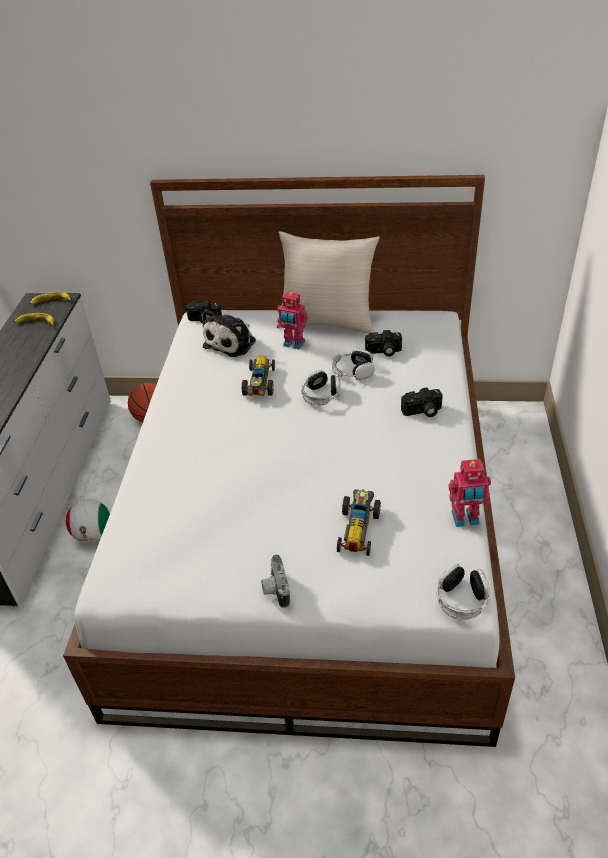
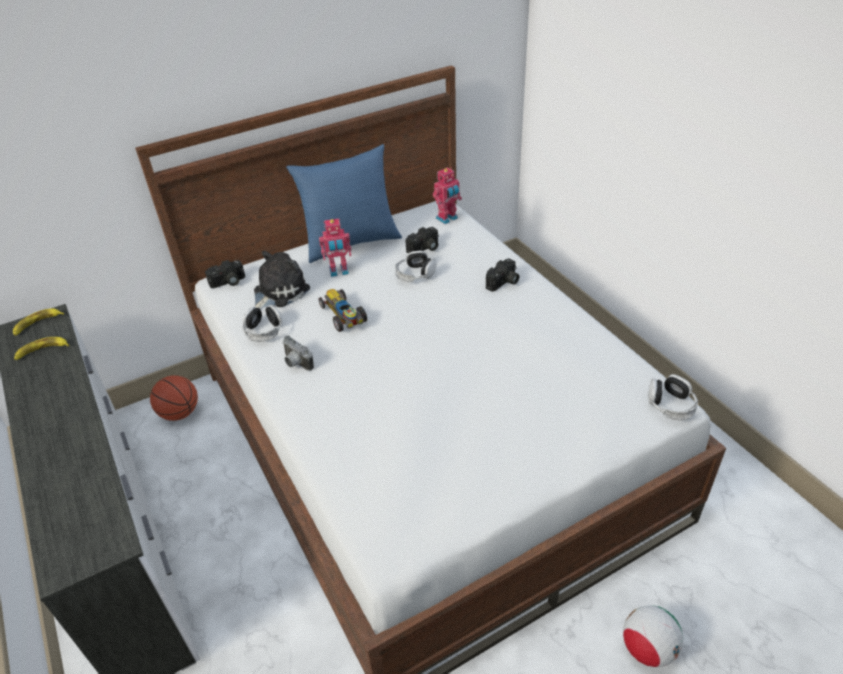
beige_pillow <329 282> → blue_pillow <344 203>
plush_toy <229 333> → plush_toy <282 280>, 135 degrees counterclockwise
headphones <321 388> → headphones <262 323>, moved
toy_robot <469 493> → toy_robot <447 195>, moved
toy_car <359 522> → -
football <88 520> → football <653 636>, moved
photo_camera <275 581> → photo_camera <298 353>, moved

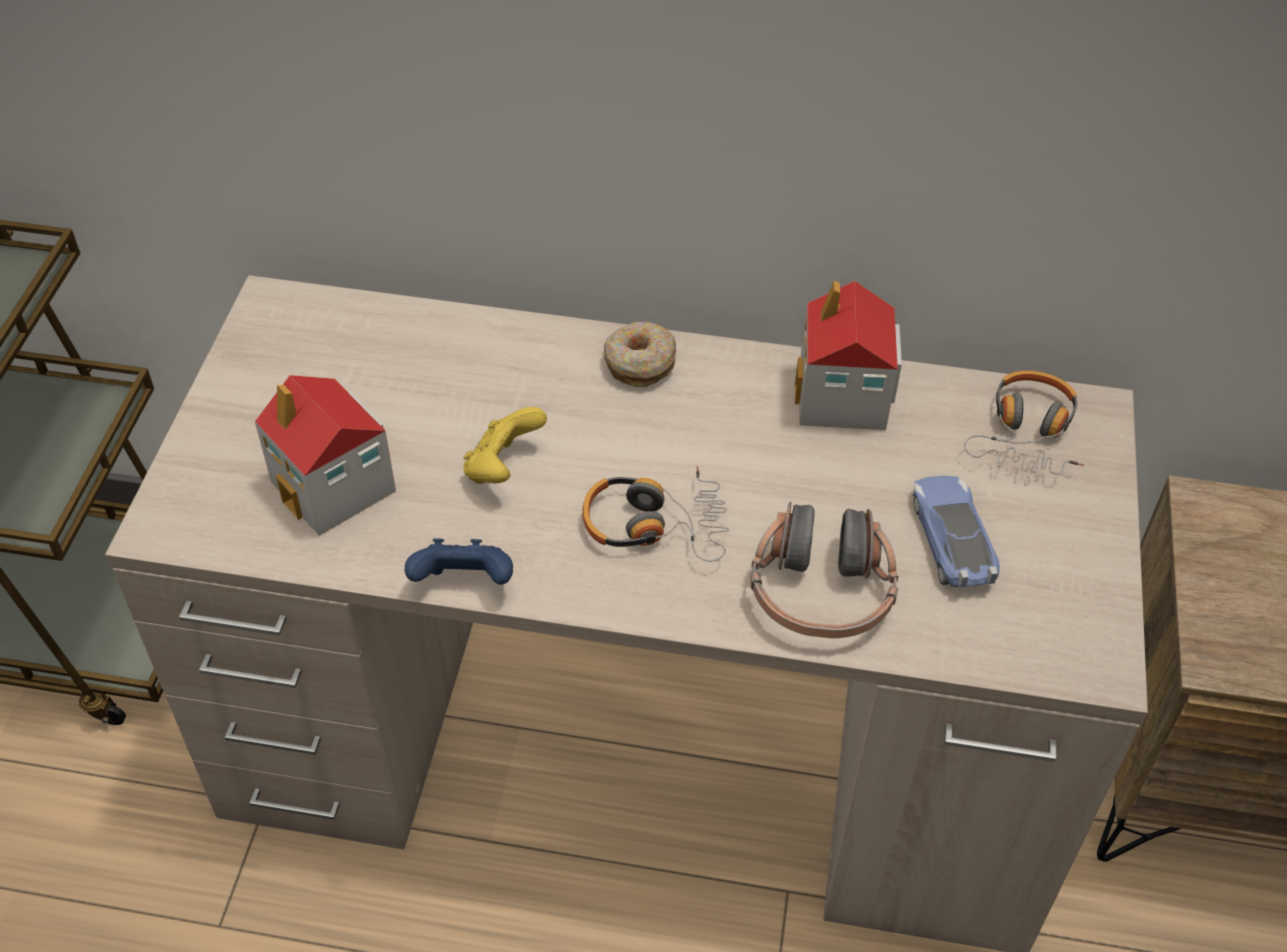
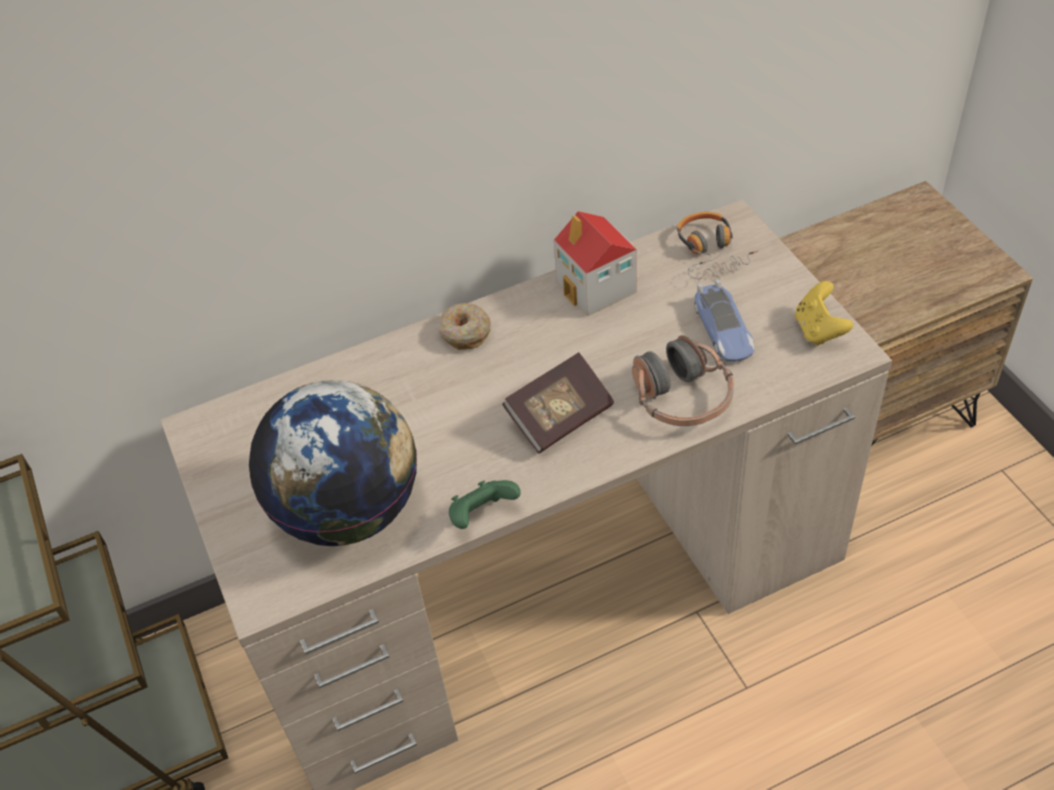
toy_house <325 455> → globe <333 463>
yellow_game_controller <505 445> → yellow_game_controller <824 313>, moved
headphones <656 514> → book <558 403>
toy_car <956 532> → toy_car <724 320>, 150 degrees counterclockwise
blue_game_controller <459 561> → green_game_controller <485 504>

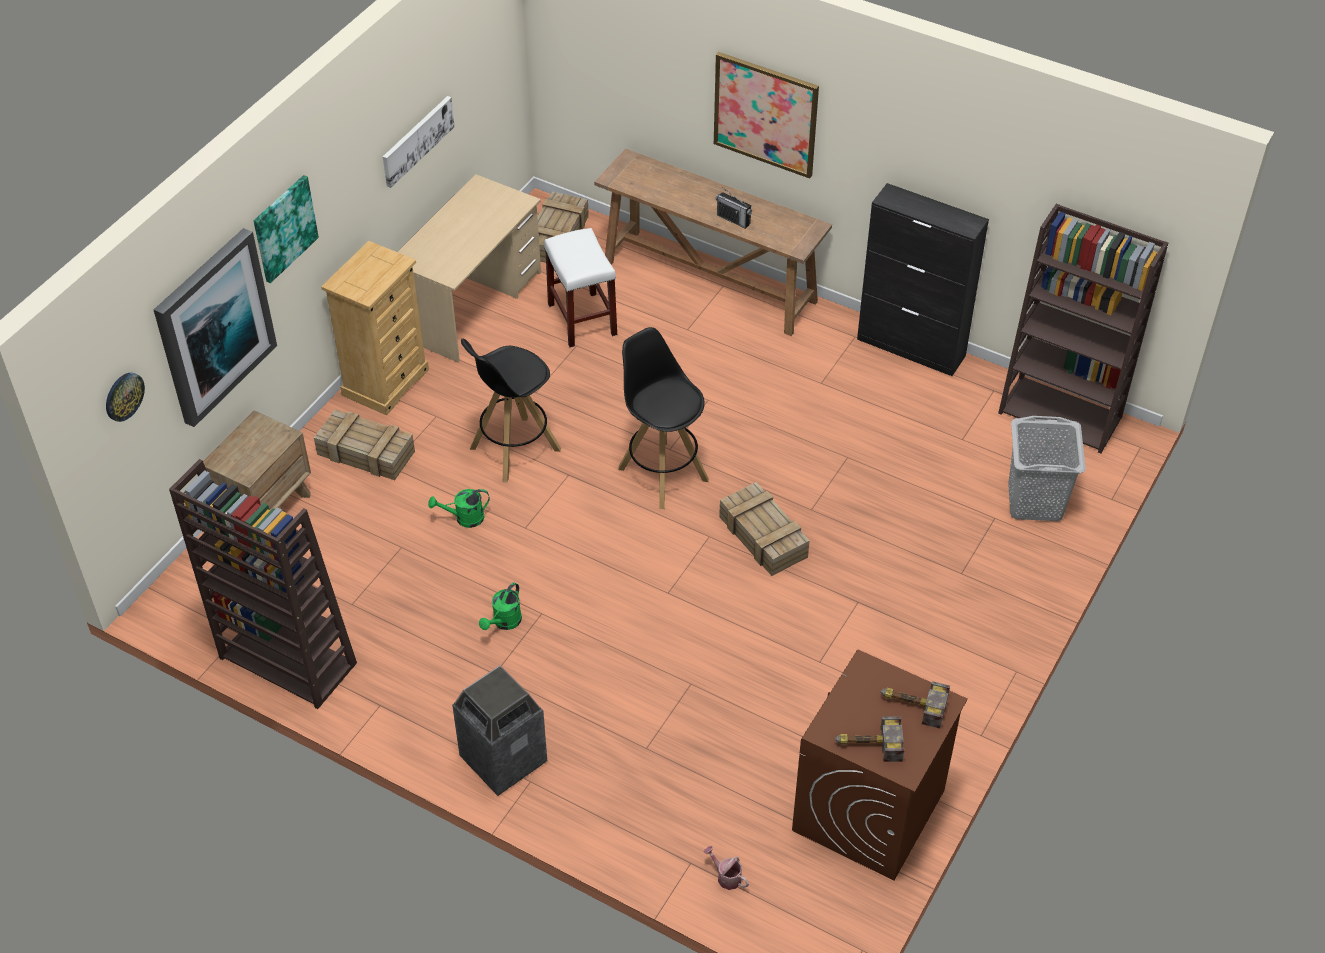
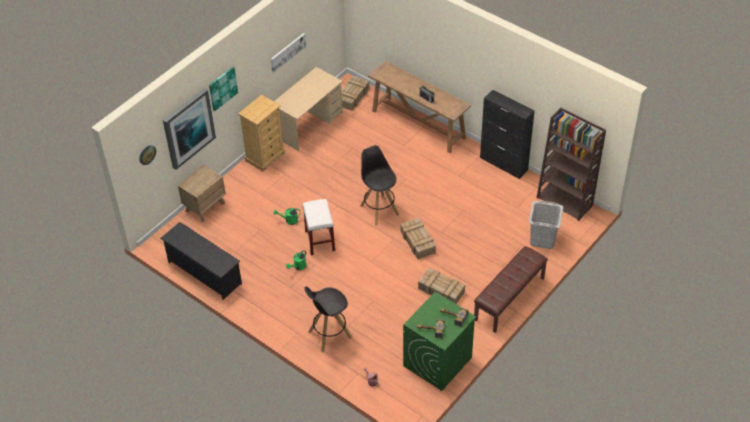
picture <766 115> → -
white_stool <580 288> → white_stool <319 227>, moved
black_stool <511 410> → black_stool <328 319>, moved
crate <364 444> → crate <441 286>, moved
brown_bookcase <263 584> → black_shoe_rack <201 261>
brown_washing_machine <880 765> → green_washing_machine <439 341>
trash_can <499 730> → -
- → brown_bench <511 289>

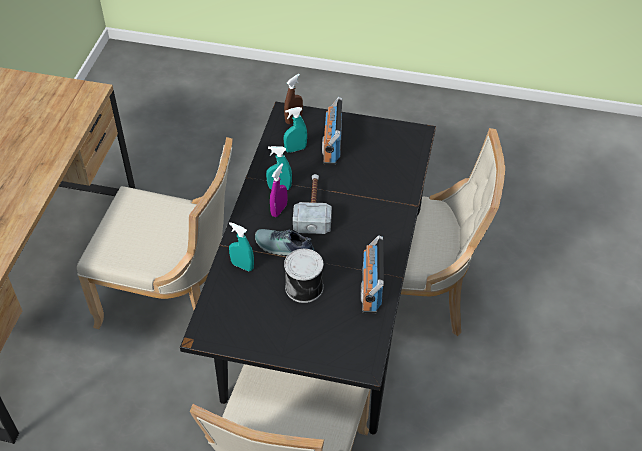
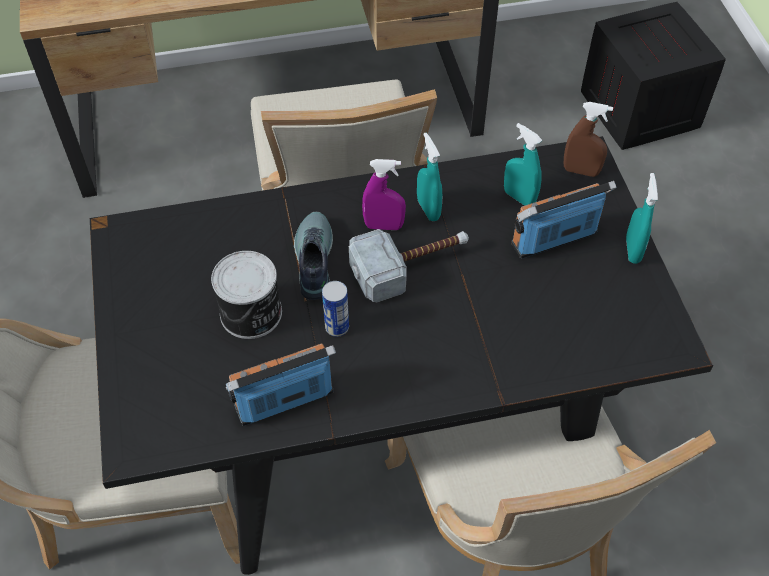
turquoise_spray_bottle <241 246> → turquoise_spray_bottle <642 218>, moved
- → crate <653 76>
- → can <335 309>

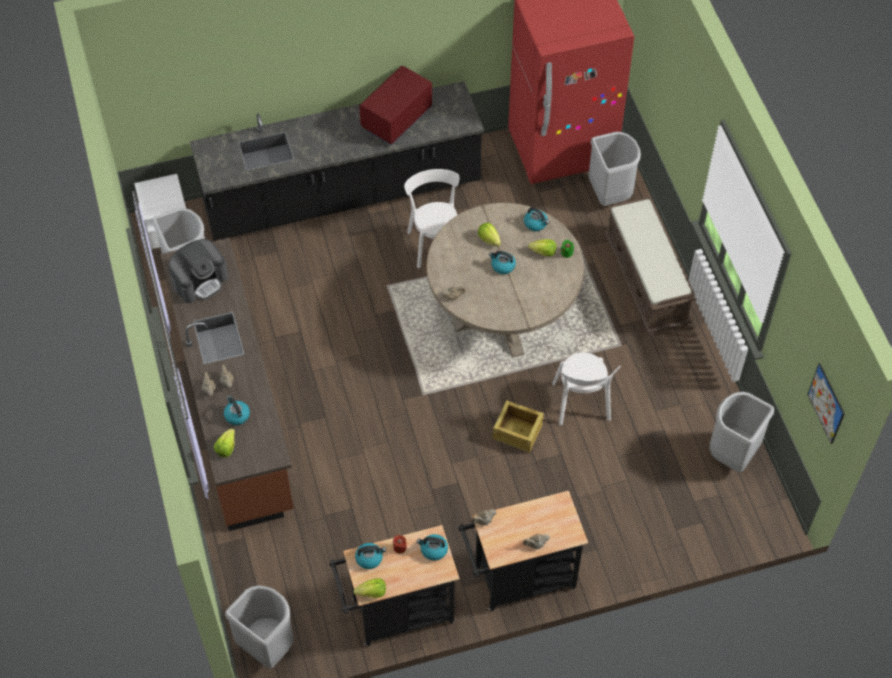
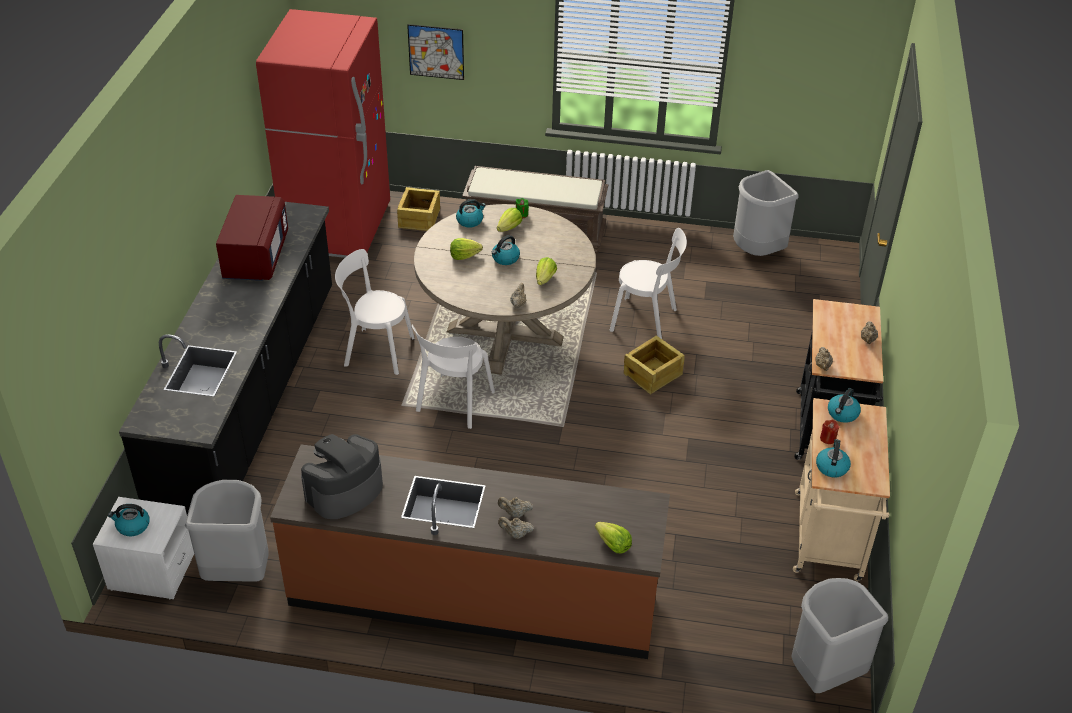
red_microwave <395 105> → red_microwave <252 238>, 150 degrees counterclockwise
grey_trash_can <614 169> → crate <418 209>
coffee_machine <198 271> → coffee_machine <342 476>, 120 degrees counterclockwise
picture <826 403> → picture <435 52>, moved
kettle <237 410> → kettle <128 520>, moved
black_cart <394 585> → beige_cart <841 489>
lettuce <369 588> → lettuce <546 271>, moved
- → white_chair <453 377>

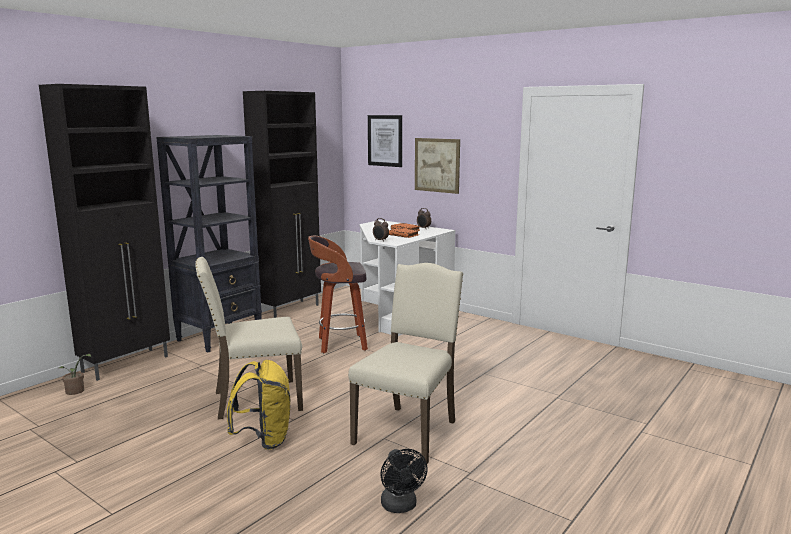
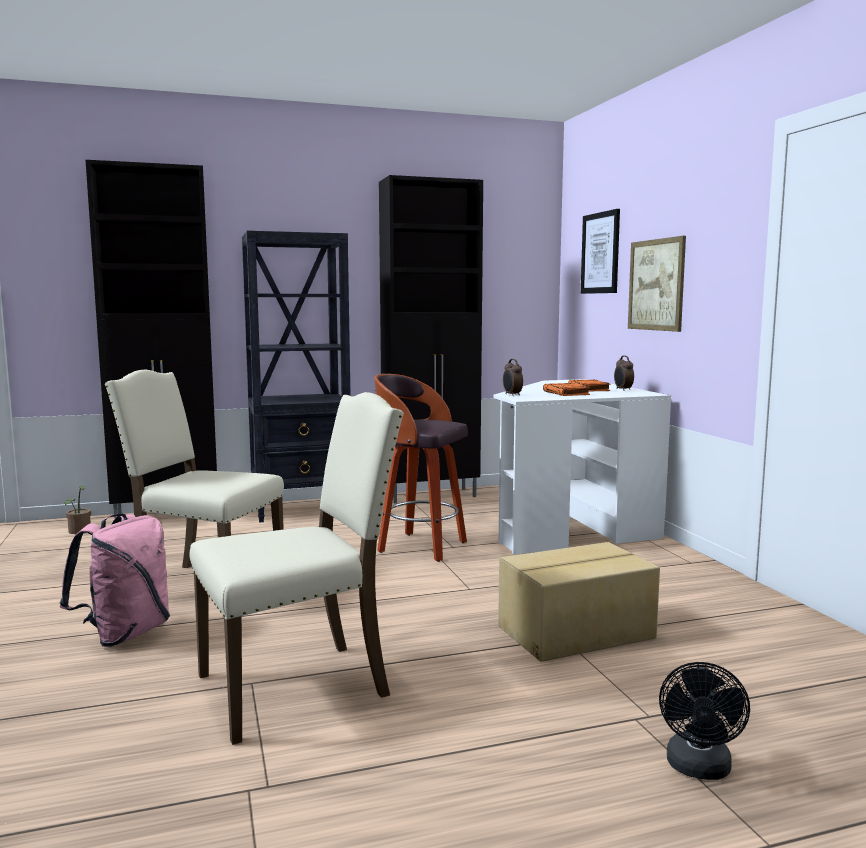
yellow_backpack <258 405> → pink_backpack <114 580>
black_fan <404 481> → black_fan <704 721>, moved
- → cardboard_box <579 602>

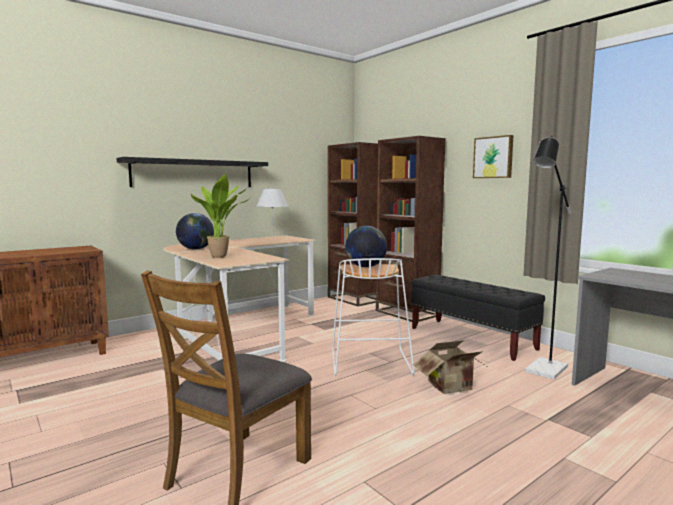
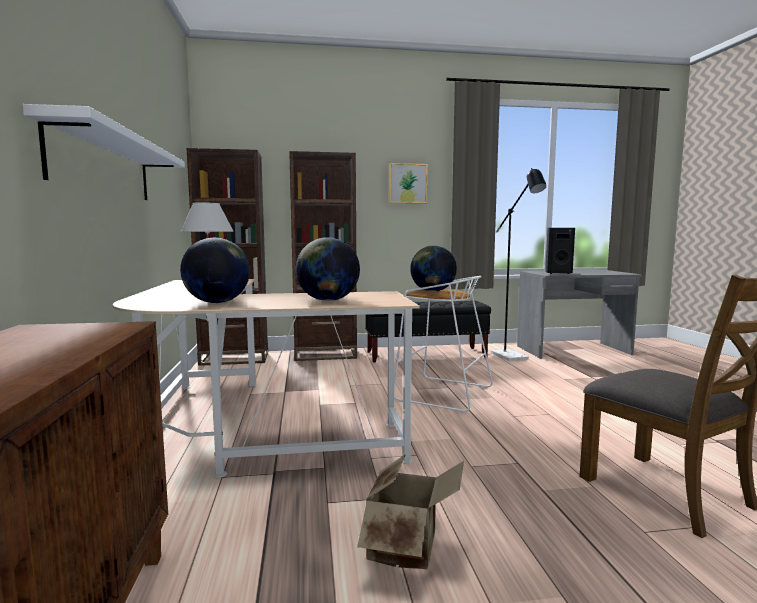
black_shelf <192 172> → white_shelf <103 152>
potted_plant <221 216> → globe <328 269>
cardboard_box <451 367> → cardboard_box <410 512>, moved
- → black_speaker <560 251>

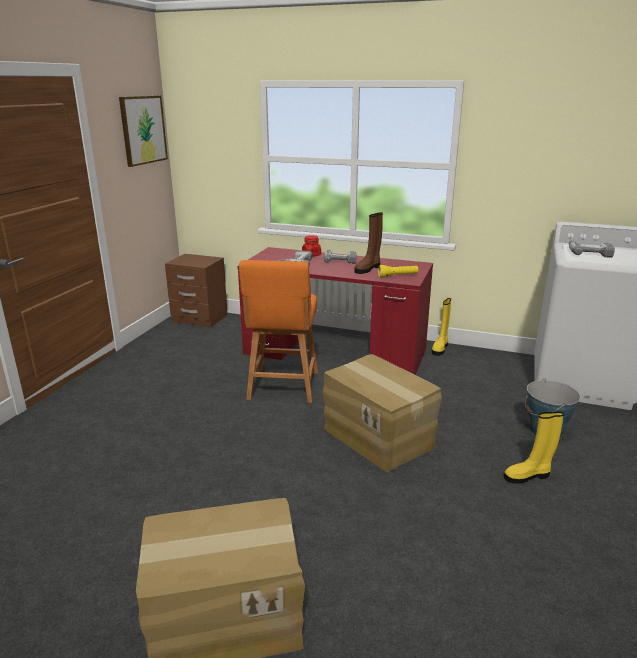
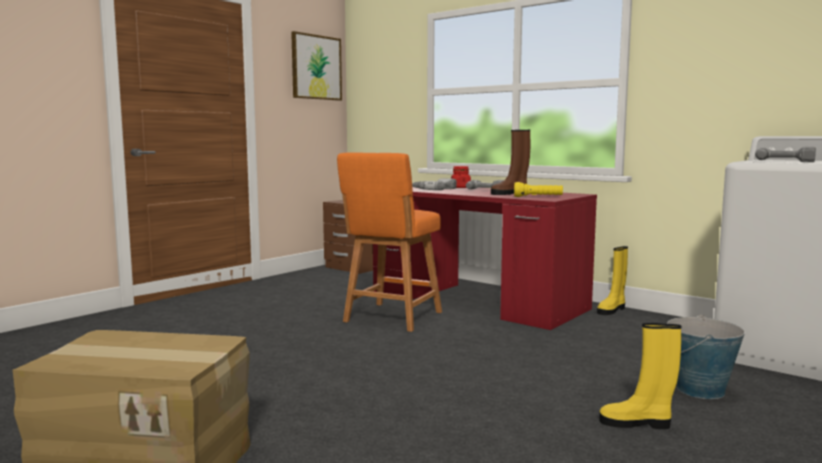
cardboard_box <382 413> → -

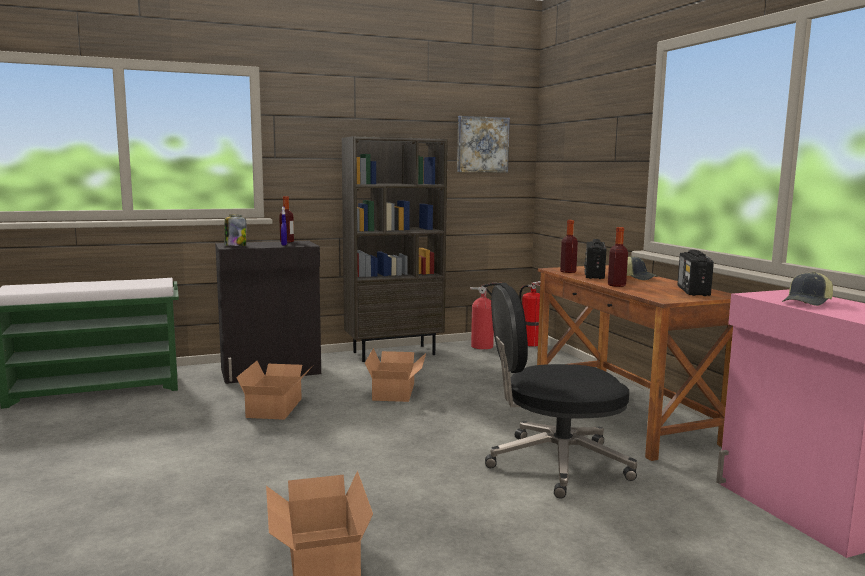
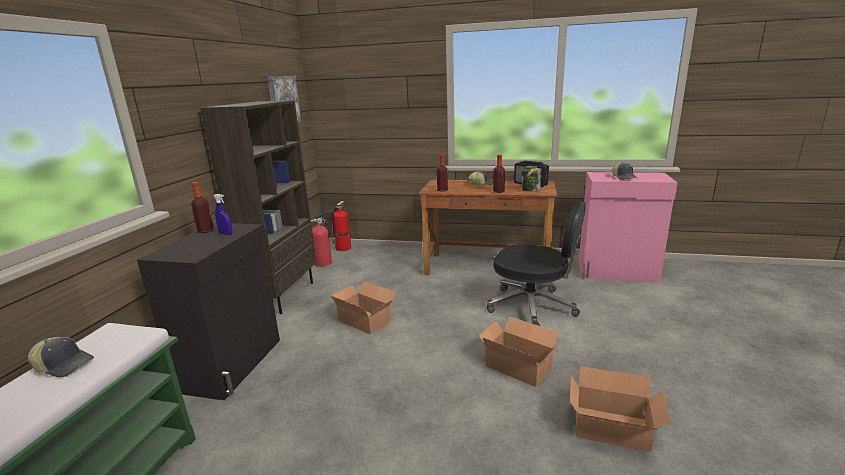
jar <235 230> → jar <531 178>, moved
radio <595 259> → -
black_office_chair <561 391> → black_office_chair <536 263>, 90 degrees counterclockwise
cardboard_box <274 390> → cardboard_box <519 352>, moved
- → cap <61 357>

